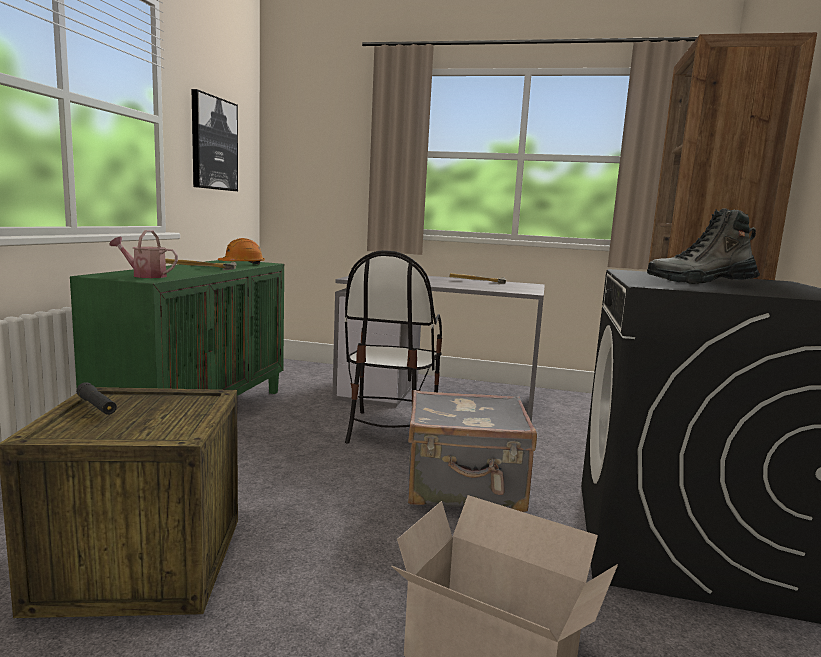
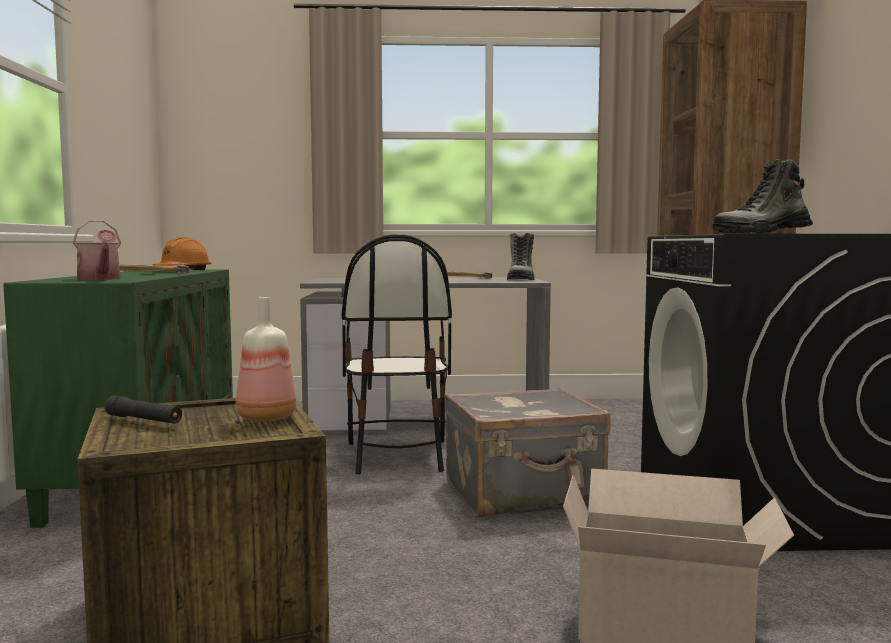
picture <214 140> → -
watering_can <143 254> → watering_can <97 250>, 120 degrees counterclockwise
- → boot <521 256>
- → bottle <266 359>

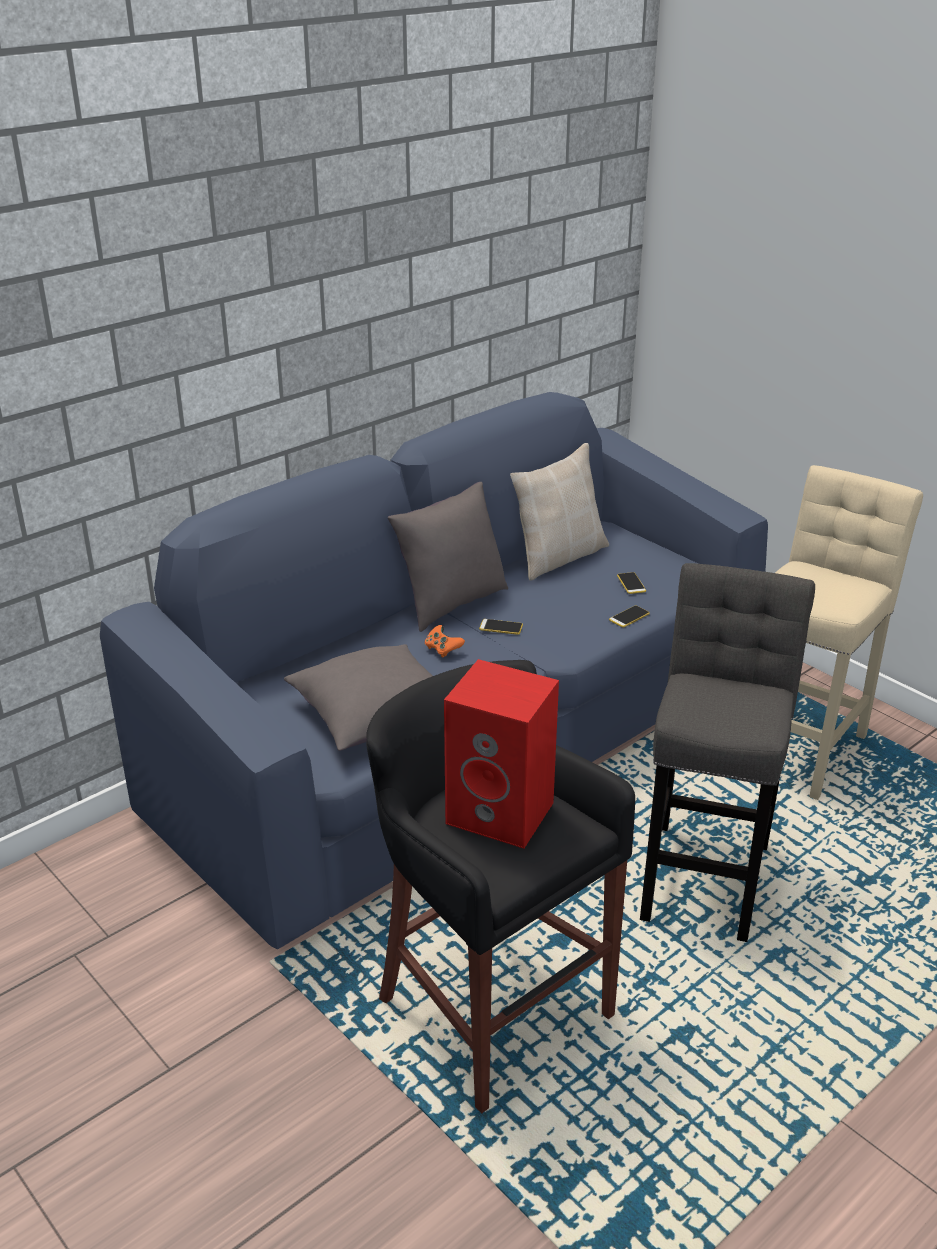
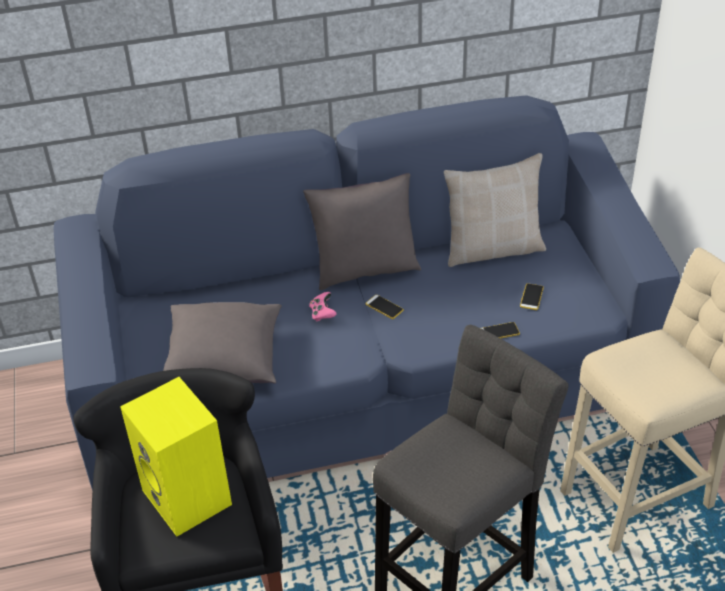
orange_game_controller <445 641> → pink_game_controller <323 307>
red_speaker <501 754> → yellow_speaker <176 456>

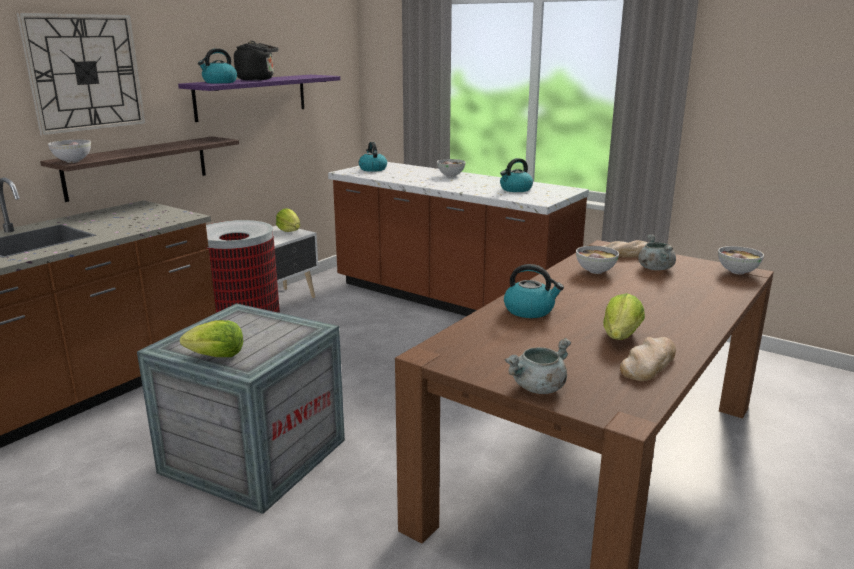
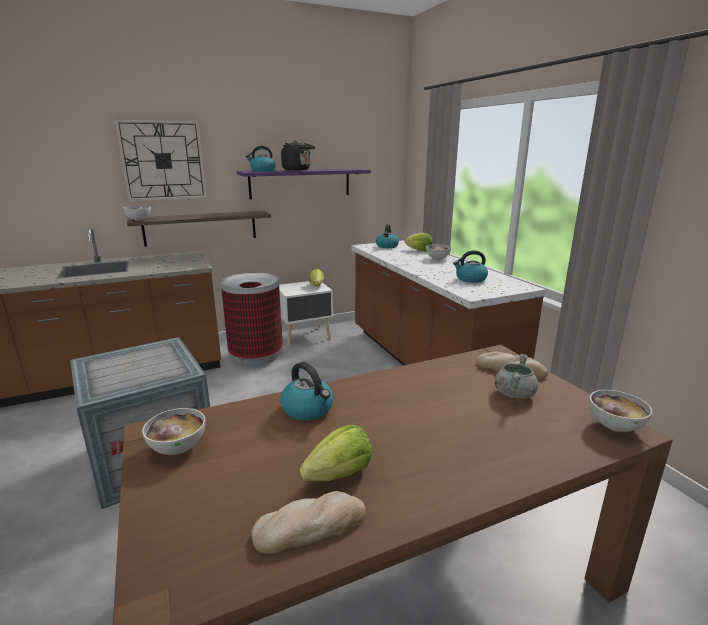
bowl <597 260> → bowl <174 431>, moved
lettuce <211 338> → lettuce <419 242>, moved
grey_cooking_pot <538 366> → -

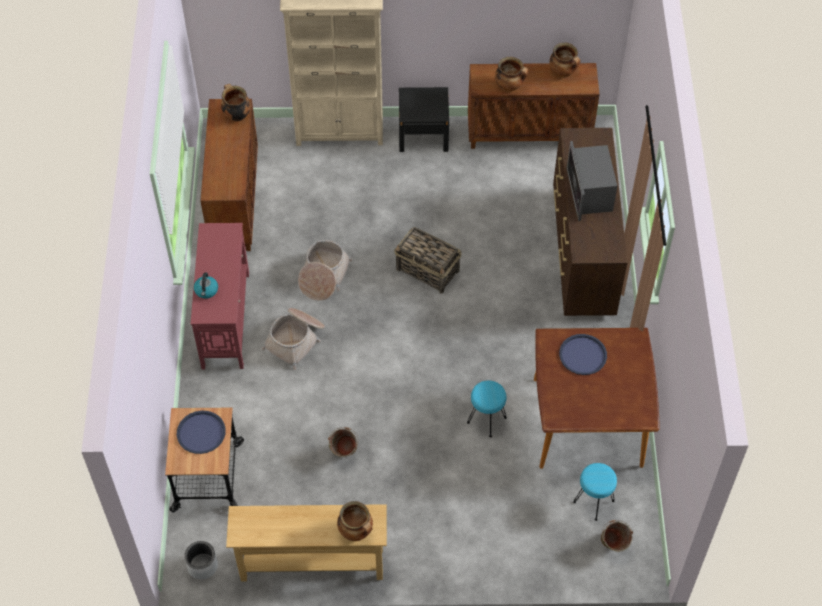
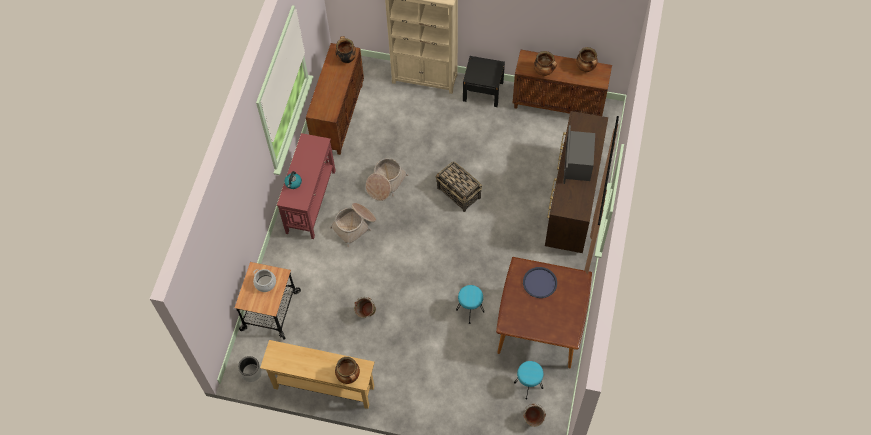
blue_tray <201 432> → cooking_pot <264 280>

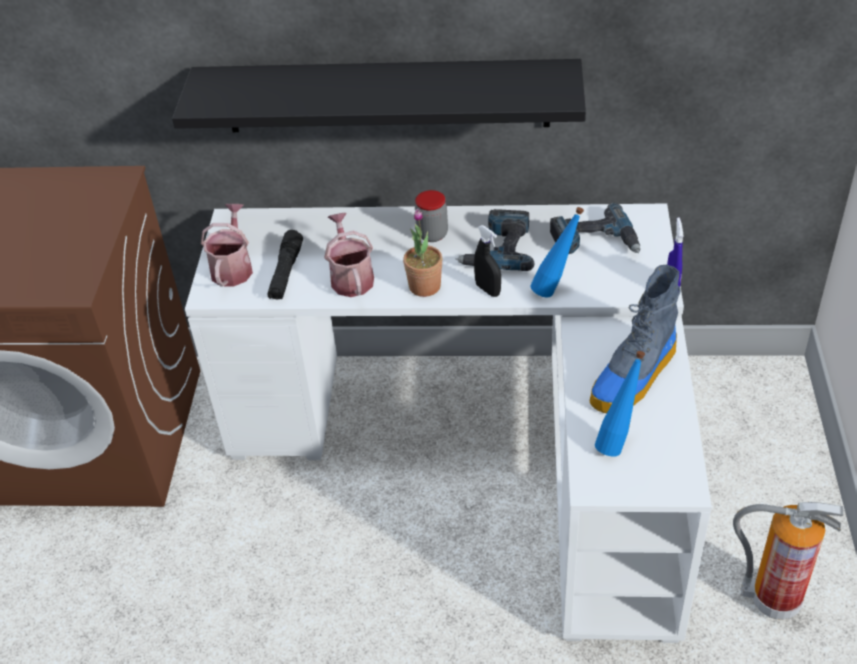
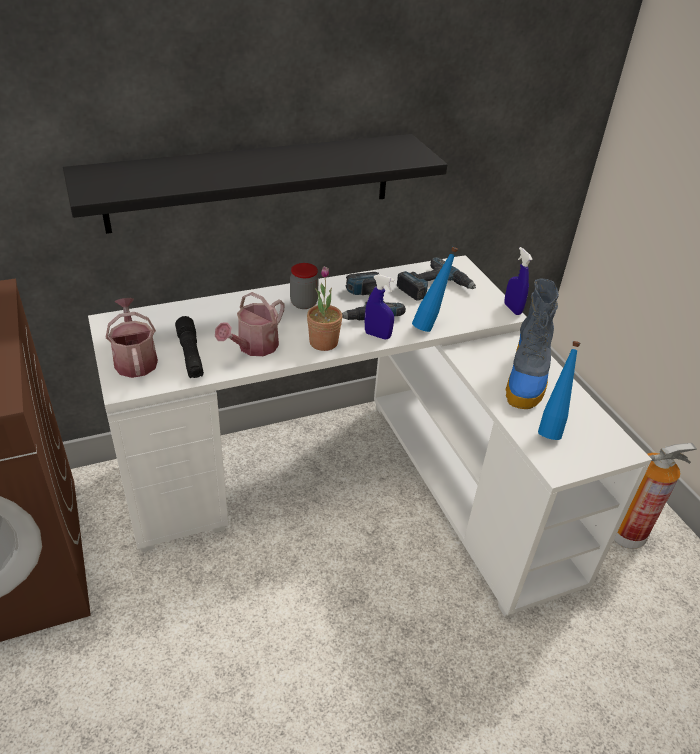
watering_can <349 255> → watering_can <250 324>, 105 degrees counterclockwise
black_spray_bottle <487 261> → blue_spray_bottle <380 306>

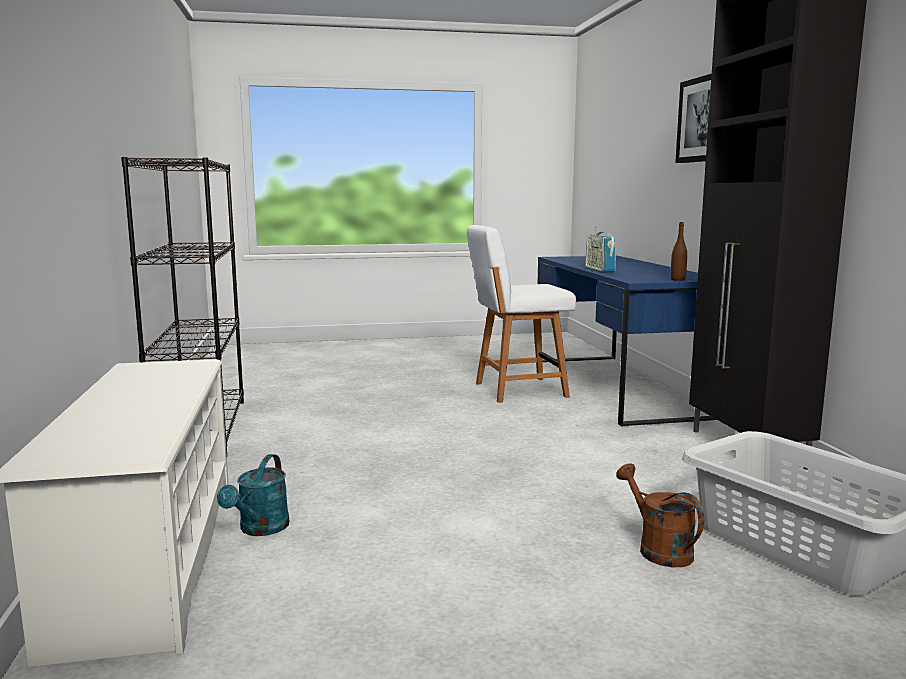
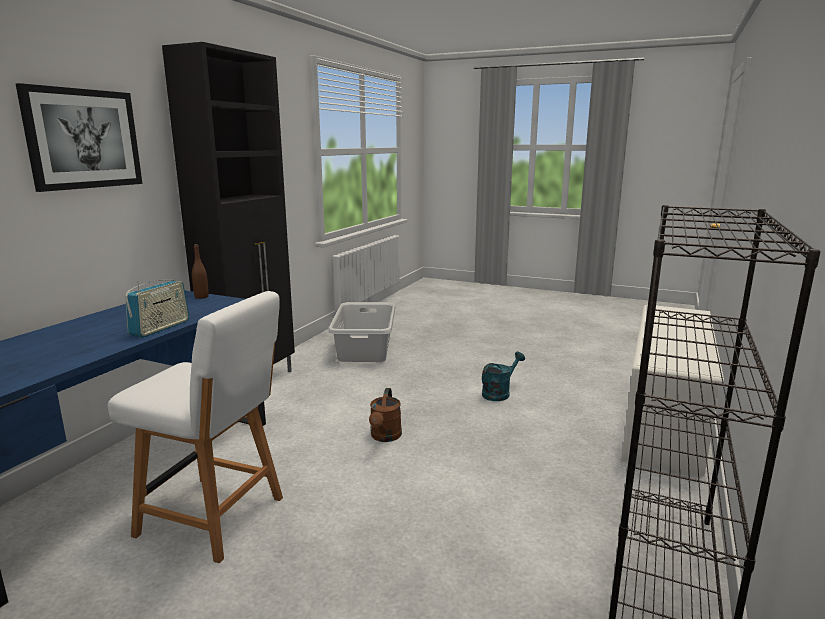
turquoise_watering_can <253 495> → turquoise_watering_can <503 376>, moved
brown_watering_can <660 515> → brown_watering_can <385 415>, moved

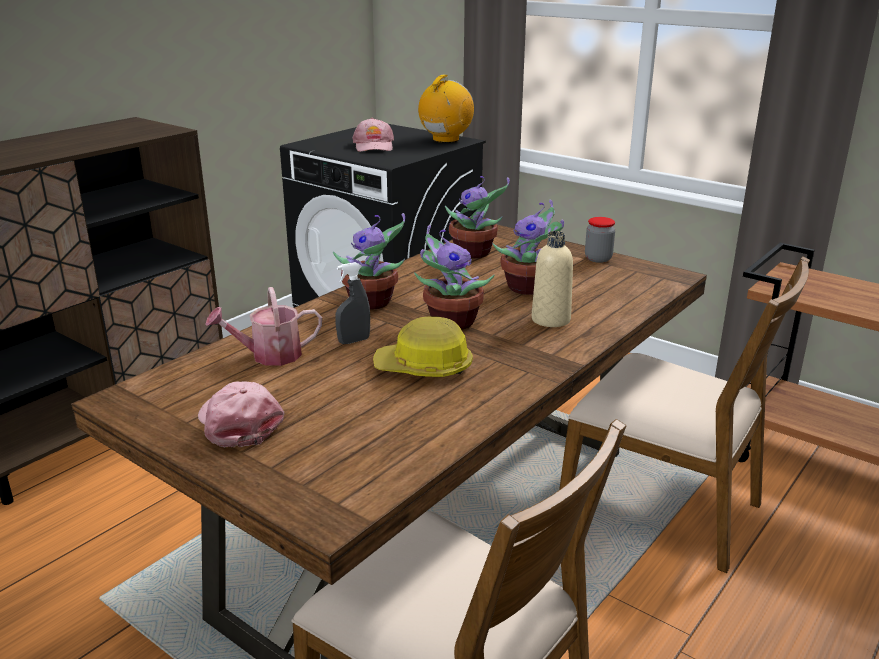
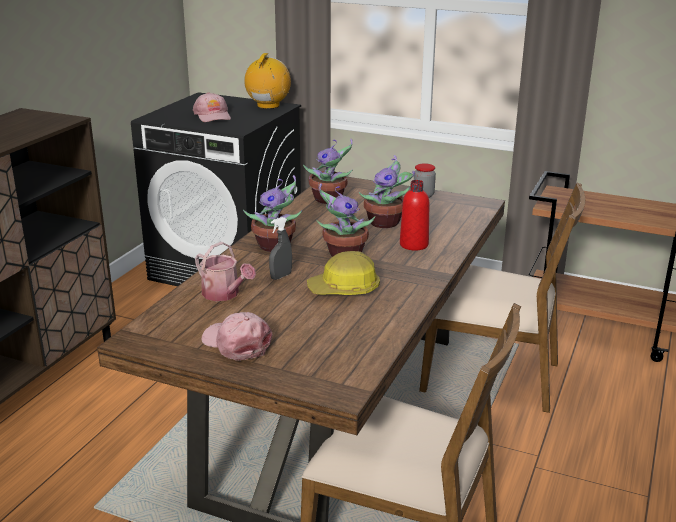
beige_bottle <552 279> → red_bottle <415 215>
watering_can <263 326> → watering_can <225 271>, 105 degrees counterclockwise

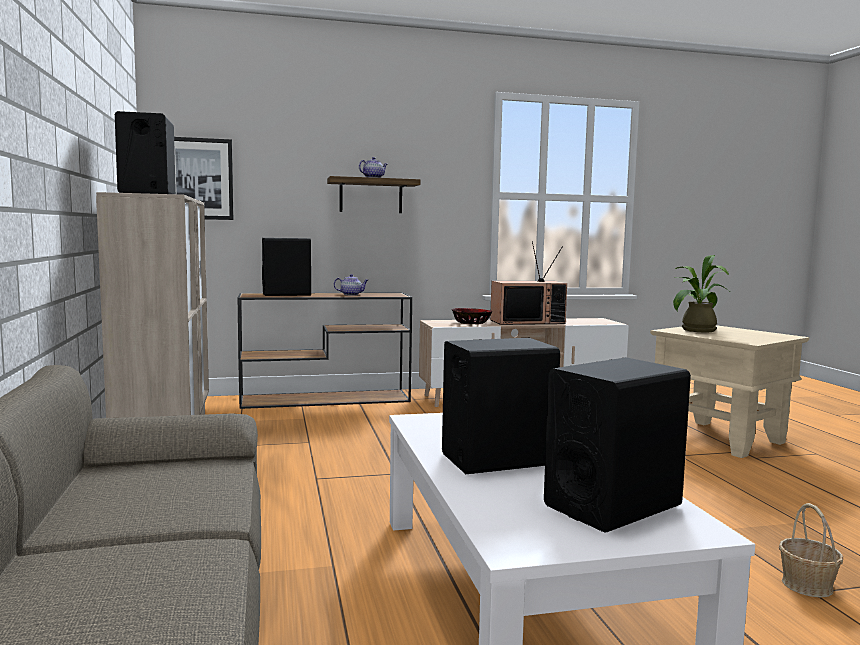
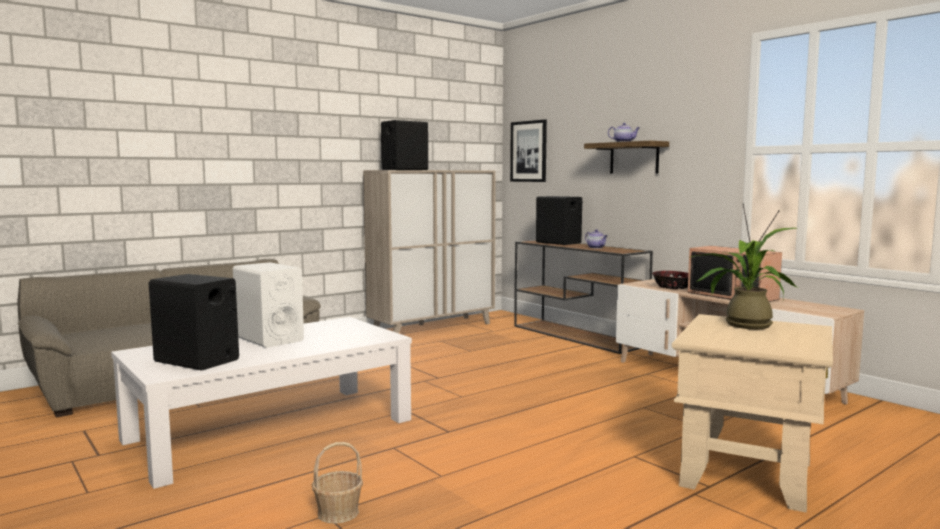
black_speaker <501 406> → white_speaker <268 305>

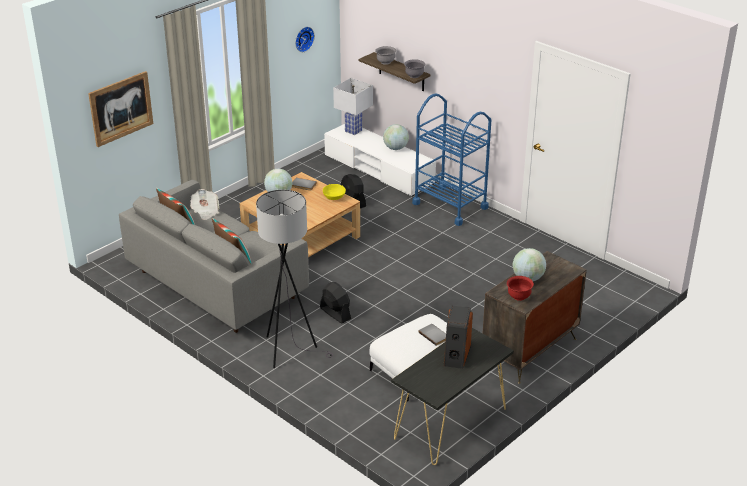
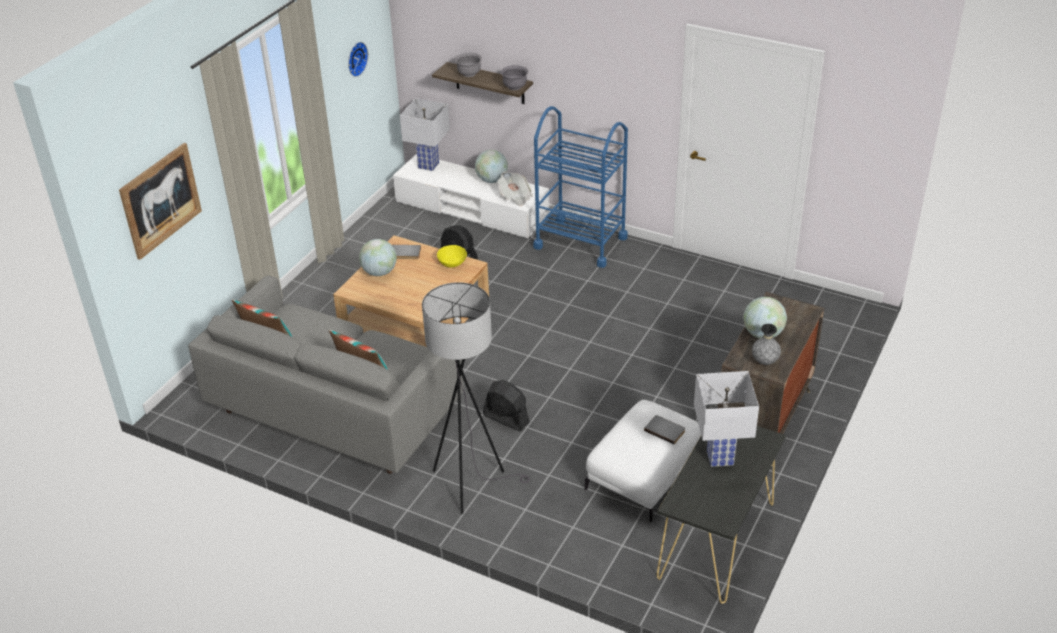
newspaper <204 204> → newspaper <515 188>, moved
red_bowl <520 288> → grey_vase <766 344>
speaker <458 337> → white_table_lamp <726 419>

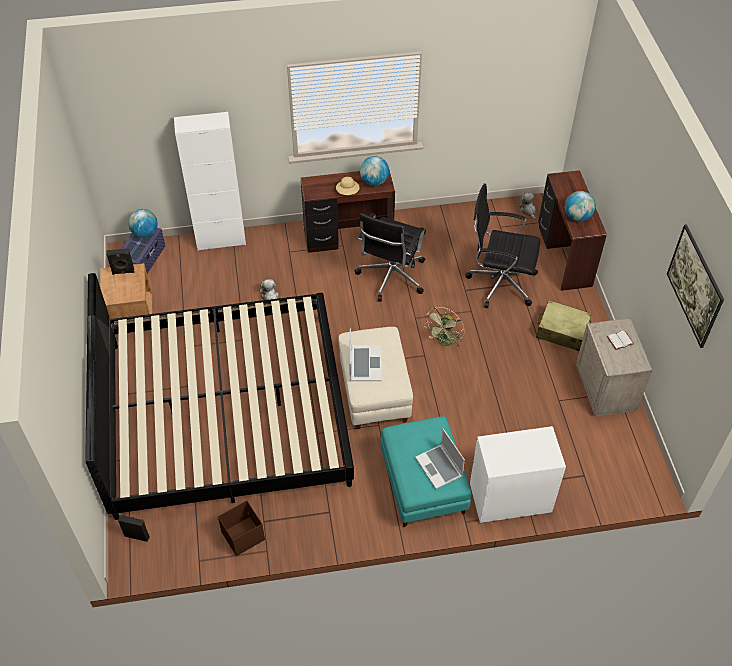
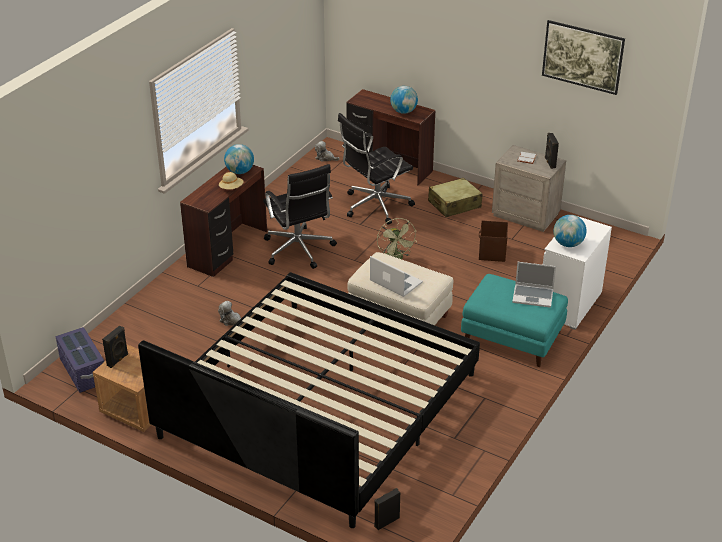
white_cabinet <210 181> → -
globe <143 223> → globe <570 231>, moved
brown_storage_box <241 528> → brown_storage_box <493 241>, moved
- → black_speaker <552 151>

